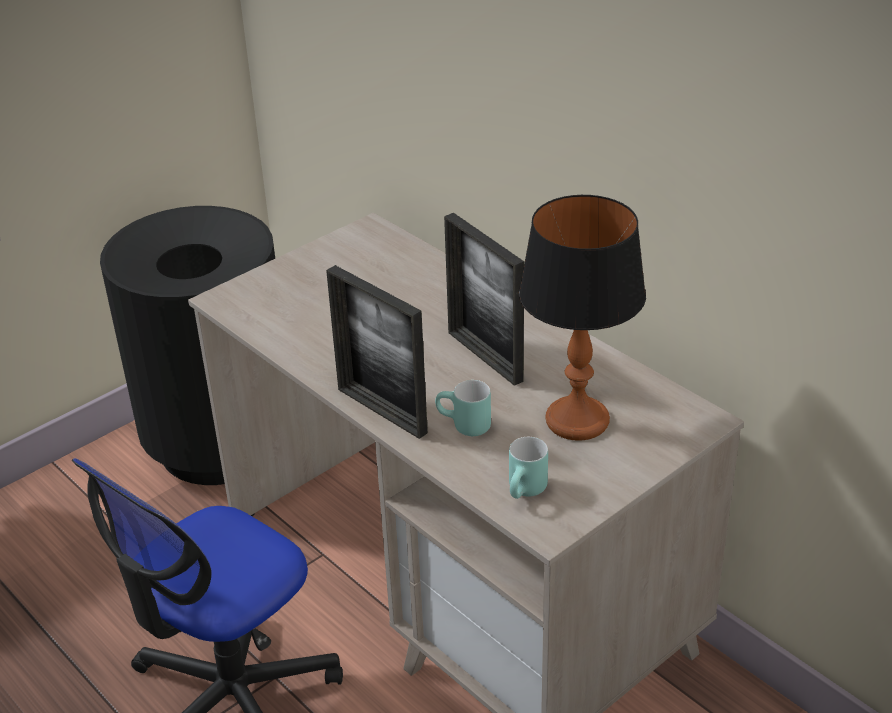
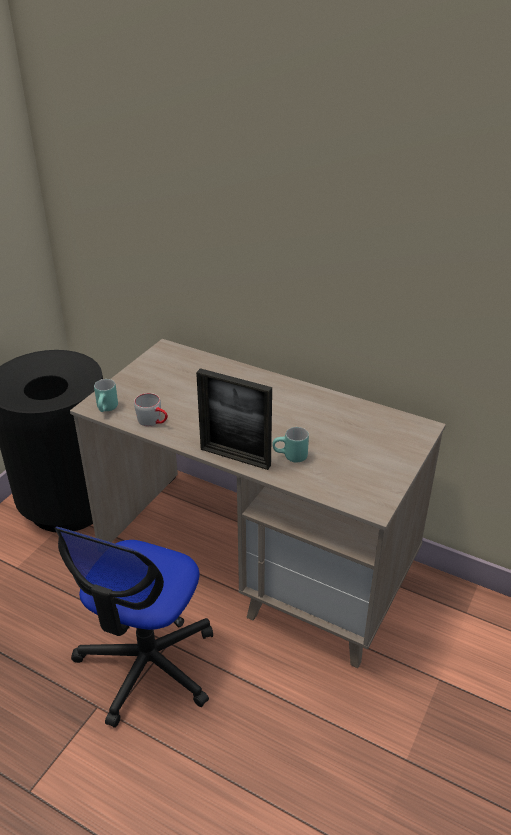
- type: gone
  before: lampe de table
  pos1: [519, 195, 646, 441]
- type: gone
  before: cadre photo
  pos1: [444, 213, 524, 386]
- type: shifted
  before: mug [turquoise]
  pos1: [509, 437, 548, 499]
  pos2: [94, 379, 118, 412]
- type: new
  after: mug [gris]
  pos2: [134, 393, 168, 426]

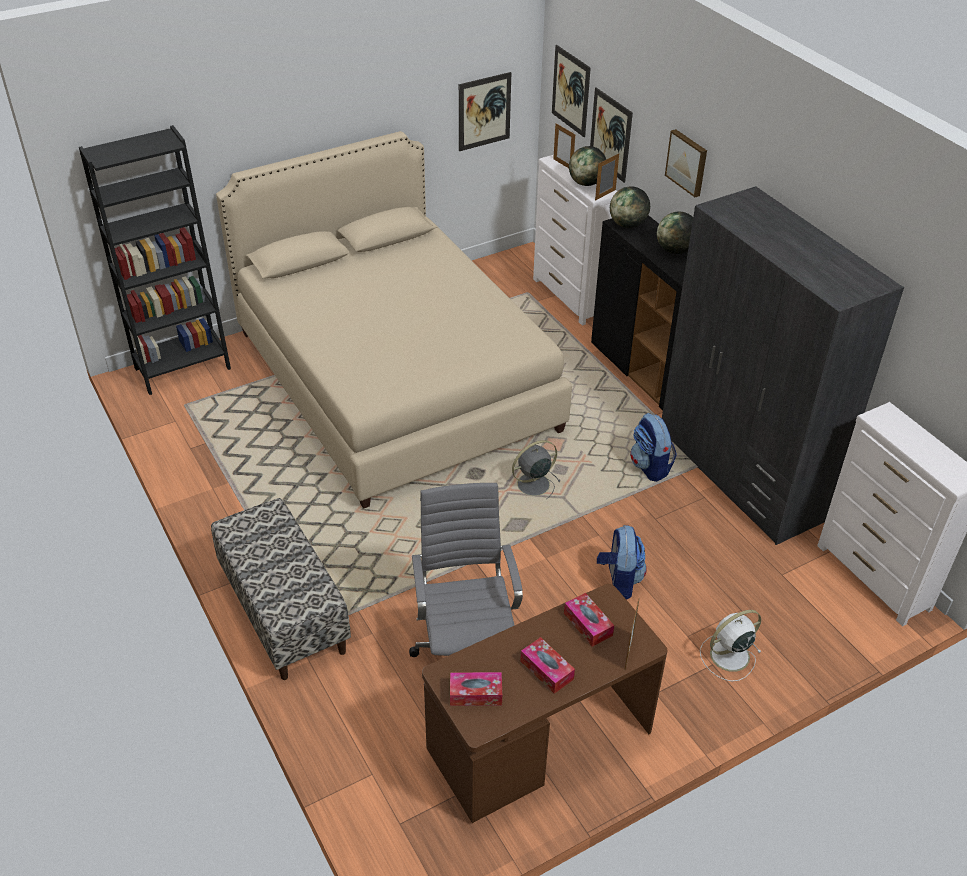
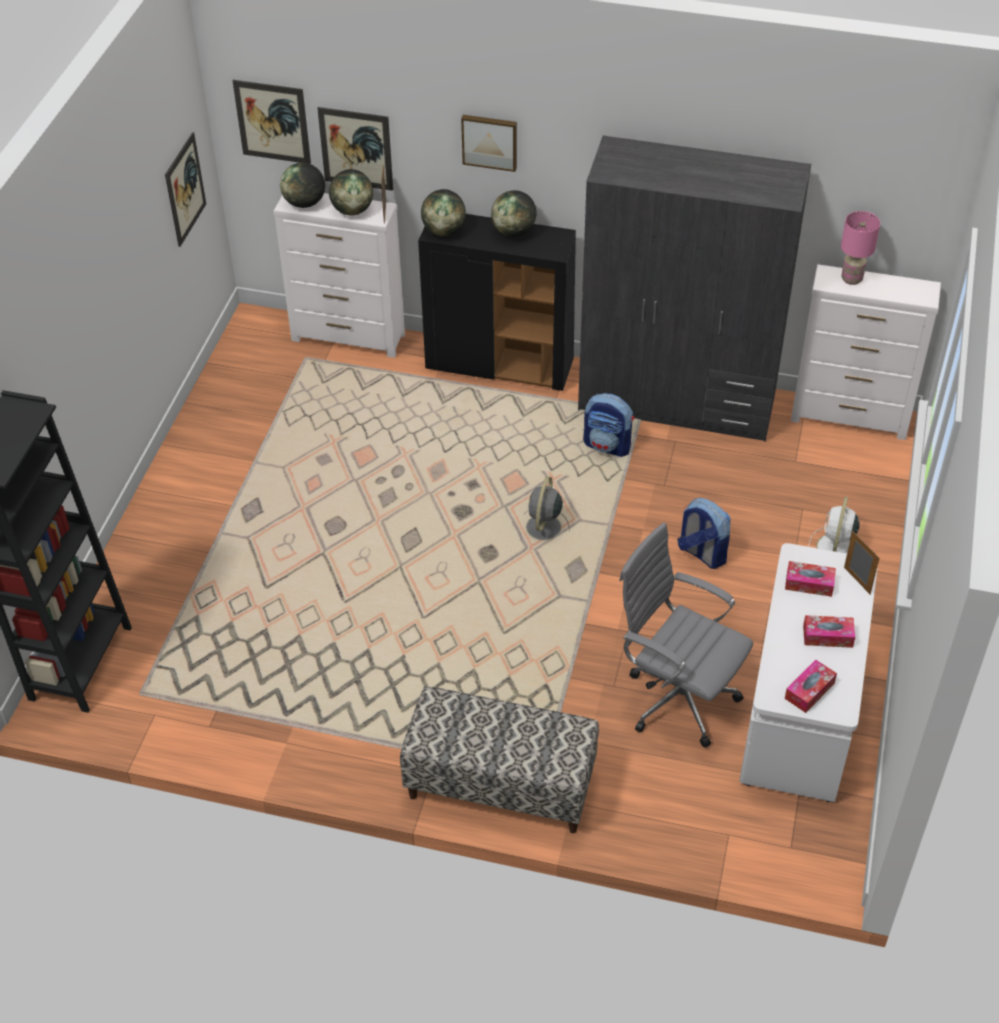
- type: swapped
  before: cadre photo
  after: globe
  pos1: [553, 123, 575, 168]
  pos2: [280, 163, 325, 208]
- type: gone
  before: lit [beige]
  pos1: [216, 131, 572, 509]
- type: repainted
  before: bureau [marron]
  after: bureau [blanc]
  pos1: [422, 584, 667, 823]
  pos2: [739, 543, 878, 802]
- type: new
  after: lampe de table [rose]
  pos2: [841, 211, 880, 285]

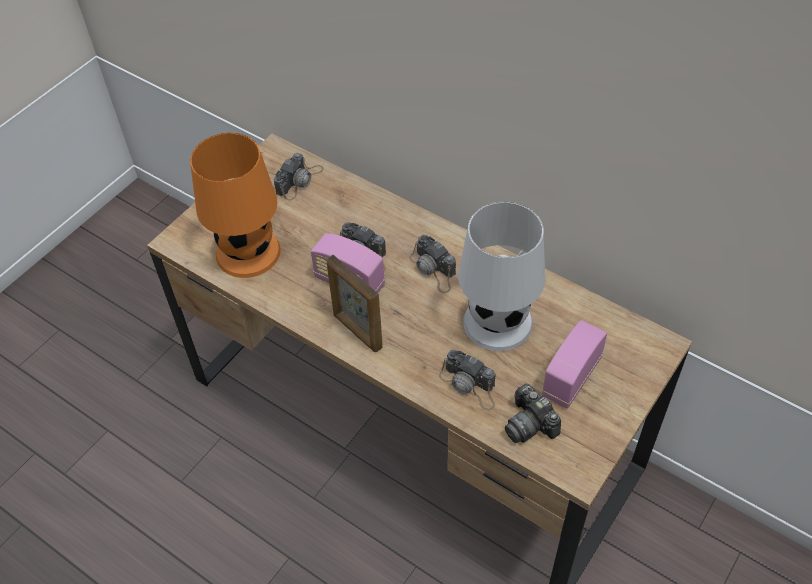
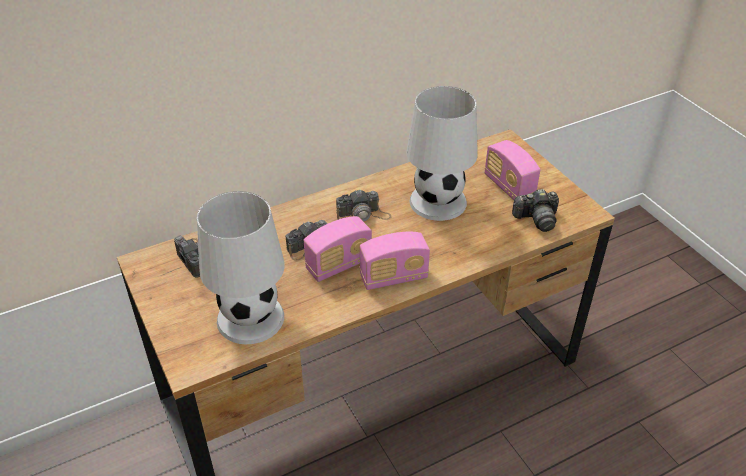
- type: repainted
  before: lampe de table [orange]
  after: lampe de table [blanc]
  pos1: [190, 133, 281, 278]
  pos2: [197, 191, 285, 344]
- type: swapped
  before: cadre photo
  after: radio
  pos1: [326, 255, 383, 352]
  pos2: [359, 232, 430, 290]
- type: gone
  before: appareil photo
  pos1: [439, 350, 496, 411]

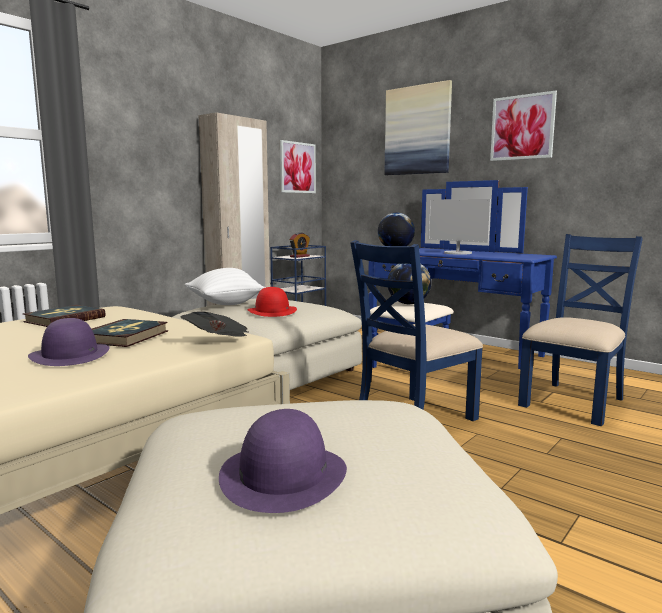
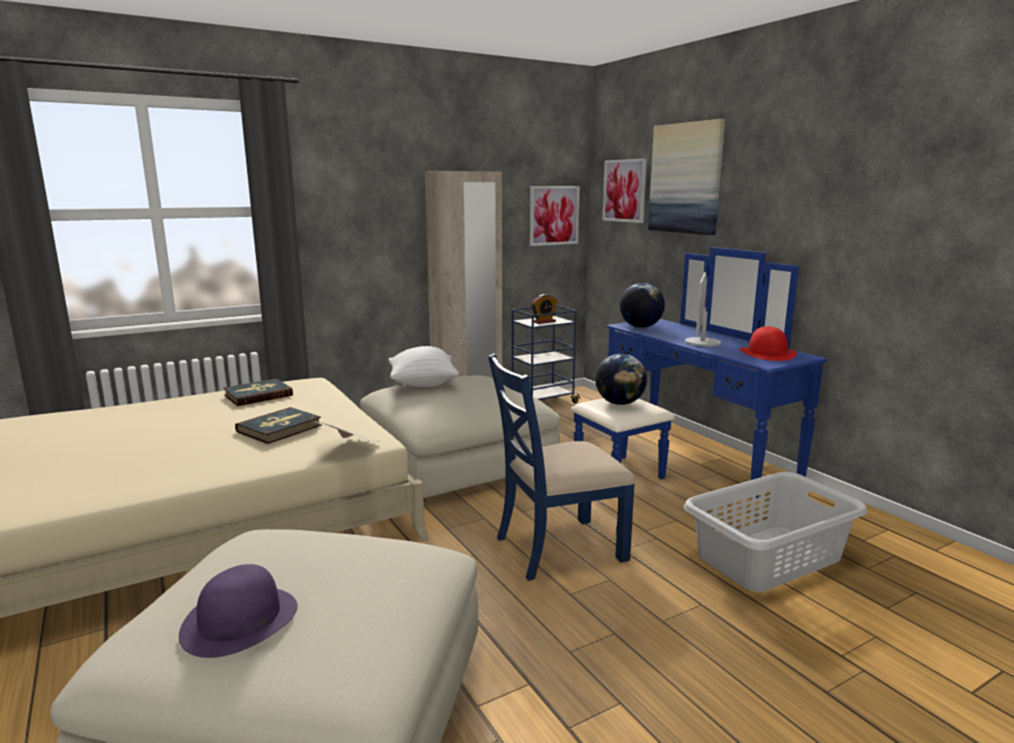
- type: shifted
  before: tableau
  pos1: [490, 90, 557, 161]
  pos2: [603, 158, 647, 223]
- type: rotated
  before: écran d'ordinateur
  pos1: [428, 199, 491, 255]
  pos2: [685, 272, 721, 347]
  turn: 45
- type: swapped
  before: chaise [bleu]
  after: panier à linge [gris]
  pos1: [518, 234, 643, 426]
  pos2: [684, 472, 867, 592]
- type: shifted
  before: chapeau [rouge]
  pos1: [247, 287, 297, 317]
  pos2: [739, 326, 797, 361]
- type: gone
  before: chapeau [violet]
  pos1: [28, 318, 110, 366]

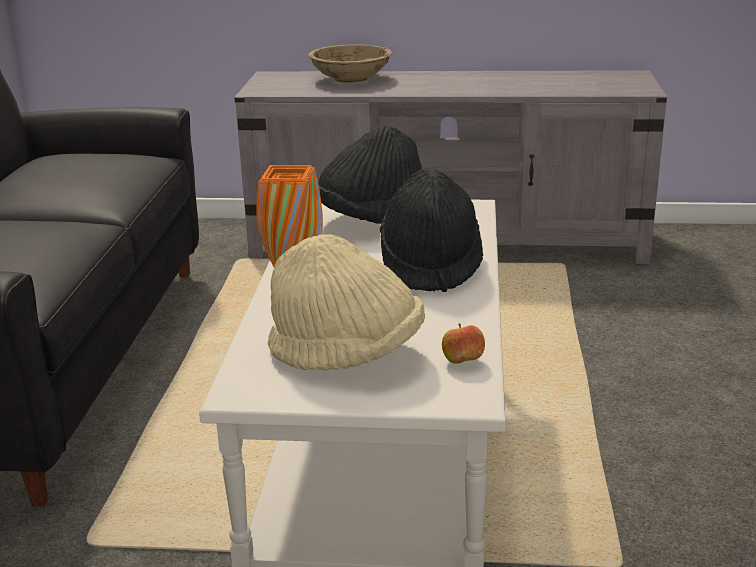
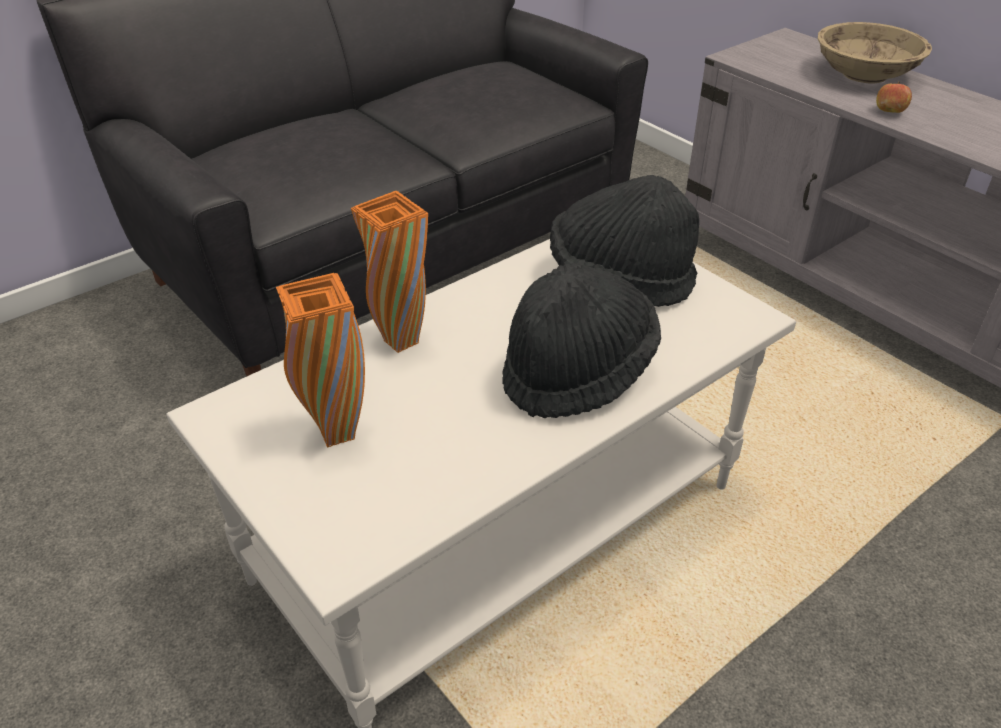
- type: swapped
  before: chapeau [beige]
  after: vase [orange]
  pos1: [268, 234, 425, 370]
  pos2: [276, 273, 365, 447]
- type: shifted
  before: pomme
  pos1: [442, 323, 485, 364]
  pos2: [876, 82, 912, 113]

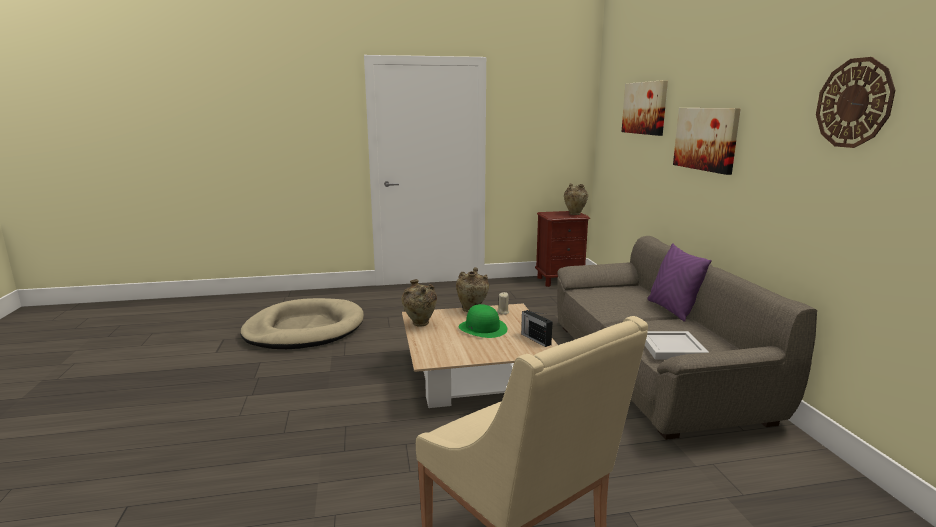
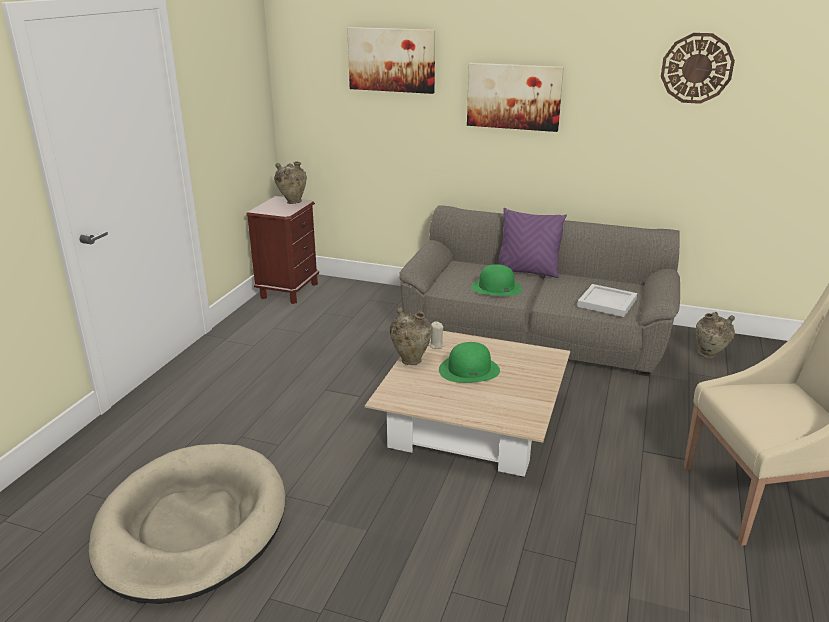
- type: shifted
  before: vase [beige]
  pos1: [401, 279, 437, 327]
  pos2: [696, 312, 735, 358]
- type: gone
  before: radio
  pos1: [521, 310, 553, 347]
- type: new
  after: chapeau [vert]
  pos2: [471, 264, 522, 296]

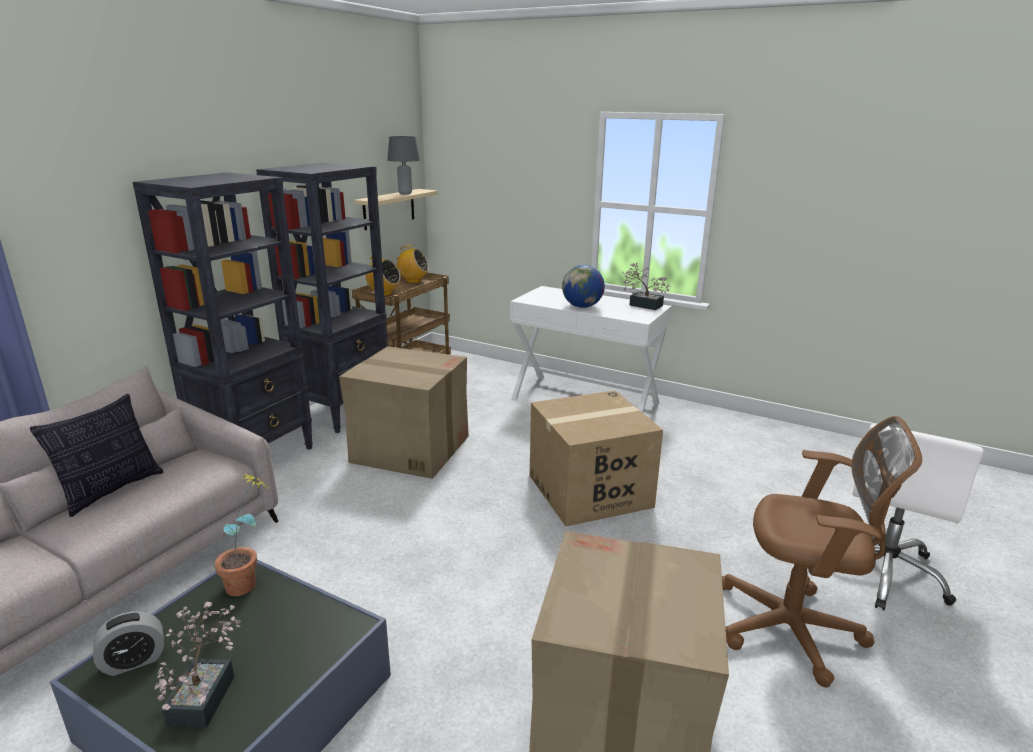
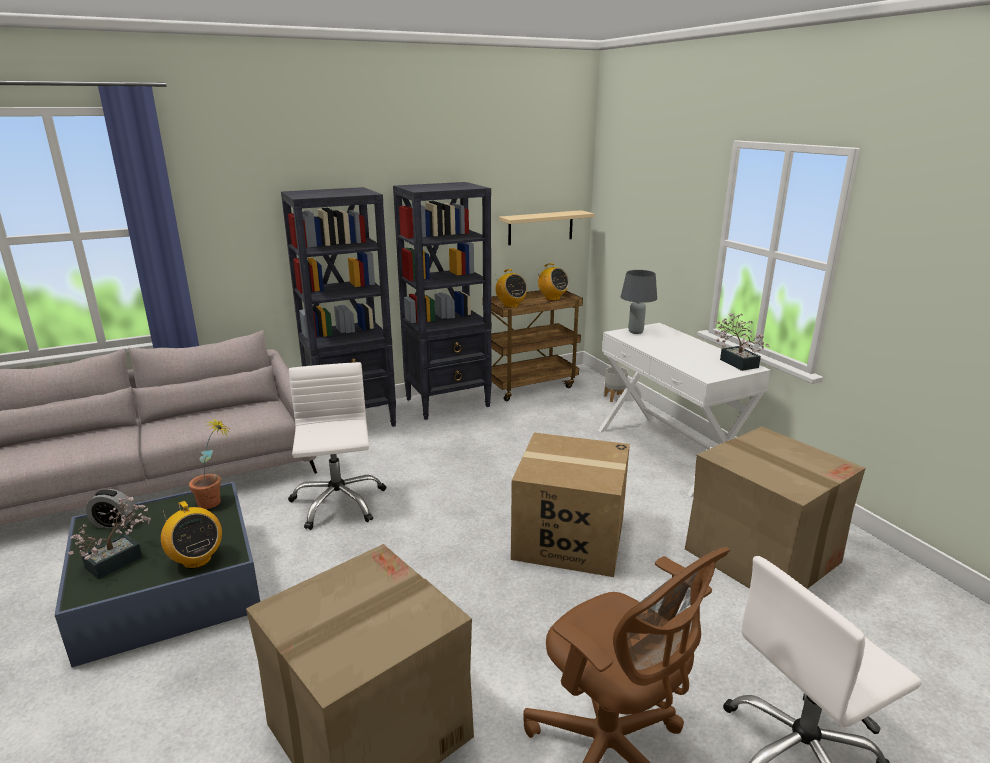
- type: shifted
  before: lampe de table [gris]
  pos1: [387, 136, 420, 194]
  pos2: [621, 270, 657, 334]
- type: gone
  before: globe
  pos1: [562, 265, 605, 308]
- type: shifted
  before: carton
  pos1: [339, 346, 469, 479]
  pos2: [685, 426, 866, 589]
- type: gone
  before: coussin
  pos1: [30, 394, 163, 517]
- type: new
  after: chaise de bureau [blanc]
  pos2: [288, 362, 386, 530]
- type: new
  after: cache-pot [gris]
  pos2: [604, 367, 628, 402]
- type: new
  after: radio
  pos2: [161, 501, 222, 569]

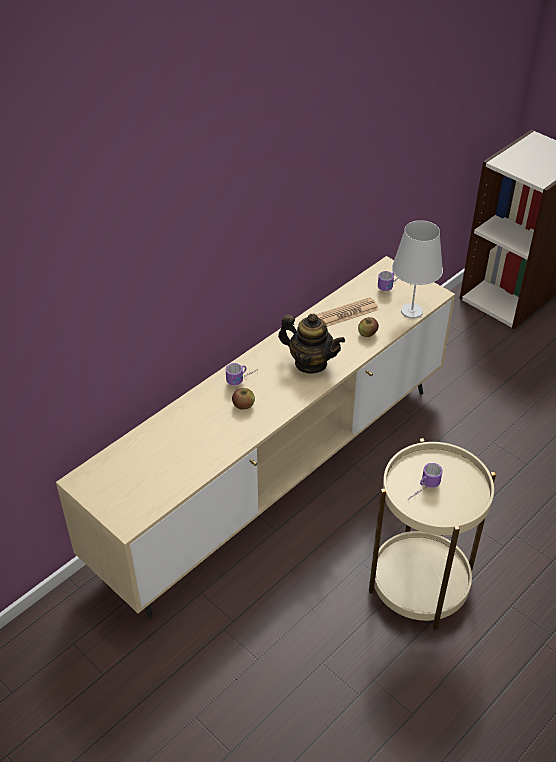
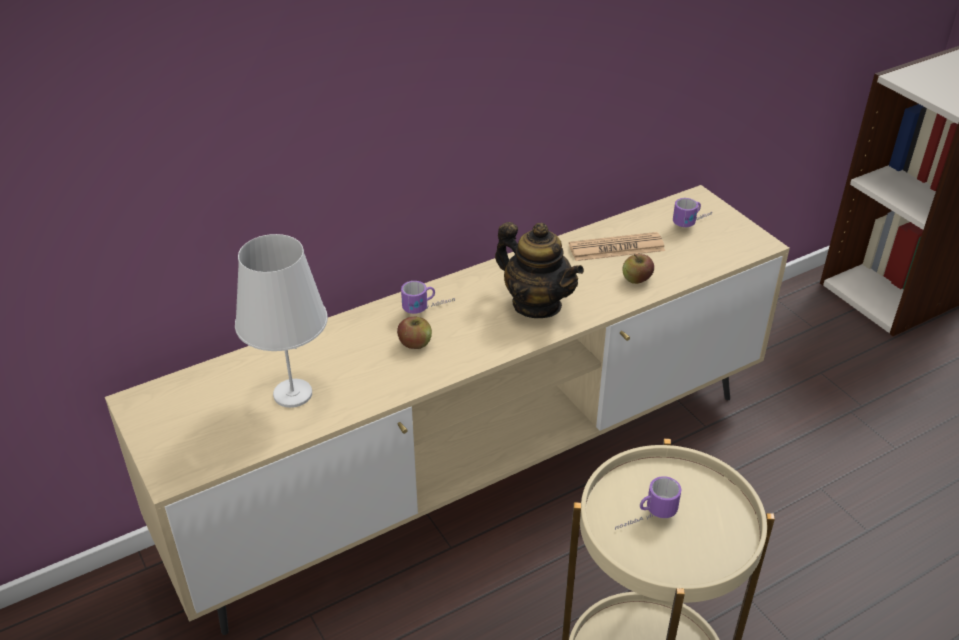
- type: shifted
  before: lampe de table [blanc]
  pos1: [392, 220, 443, 319]
  pos2: [235, 234, 328, 408]

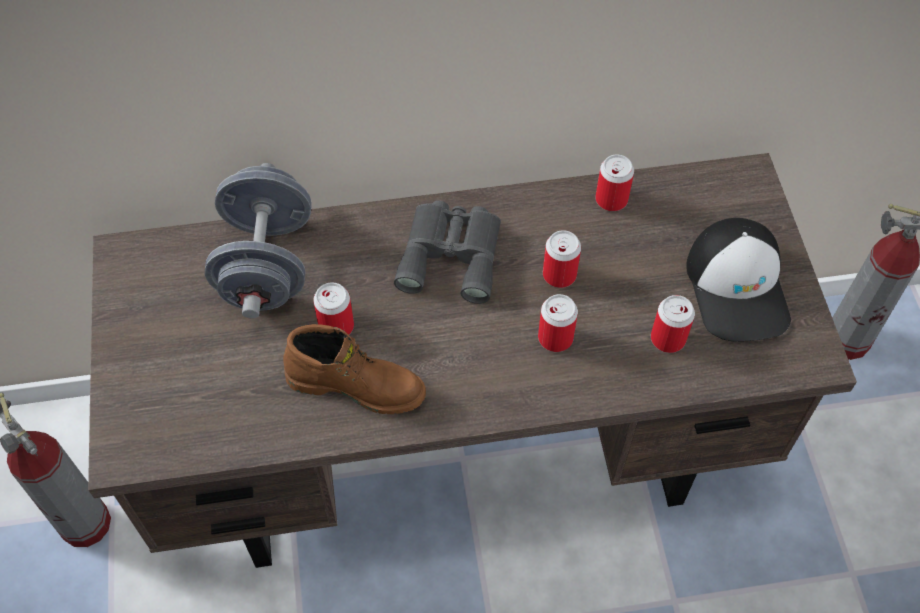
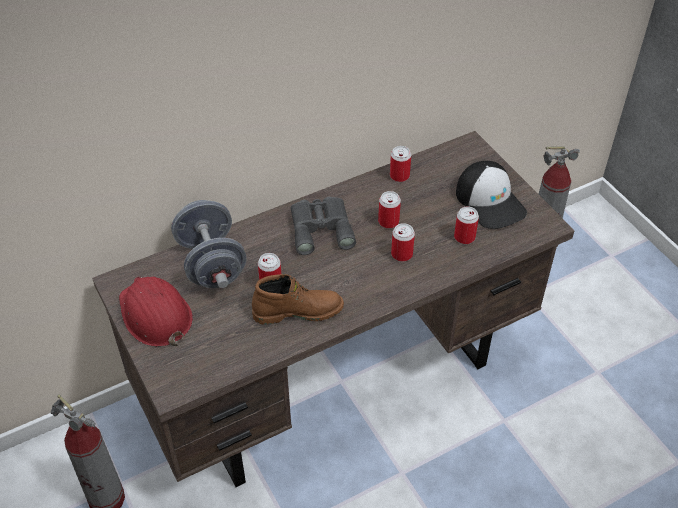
- type: new
  after: casque de chantier [rouge]
  pos2: [119, 277, 193, 347]

